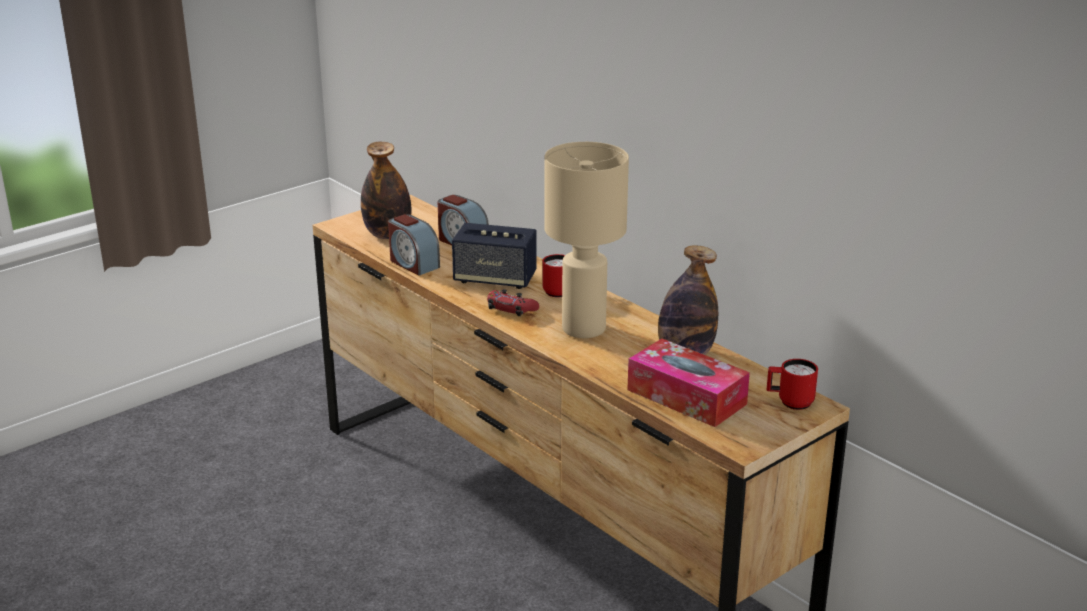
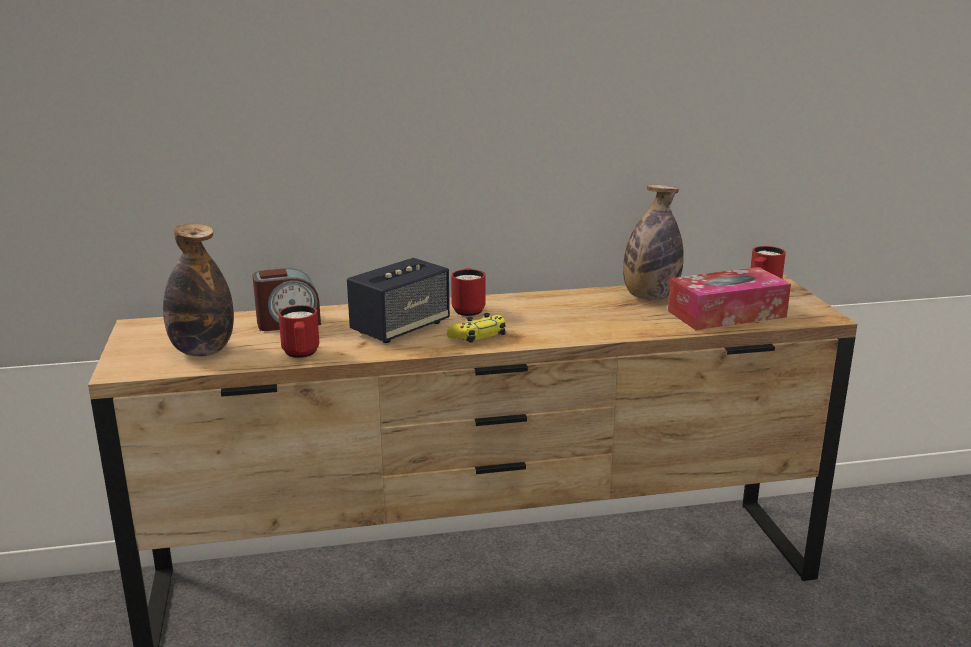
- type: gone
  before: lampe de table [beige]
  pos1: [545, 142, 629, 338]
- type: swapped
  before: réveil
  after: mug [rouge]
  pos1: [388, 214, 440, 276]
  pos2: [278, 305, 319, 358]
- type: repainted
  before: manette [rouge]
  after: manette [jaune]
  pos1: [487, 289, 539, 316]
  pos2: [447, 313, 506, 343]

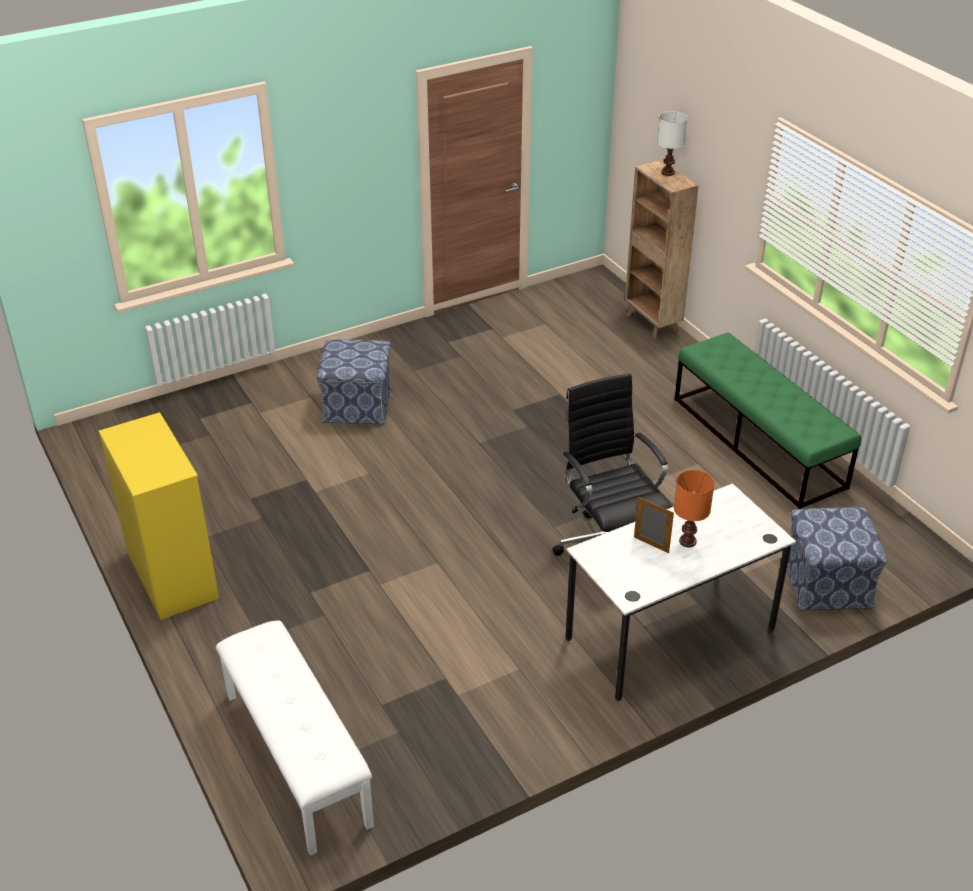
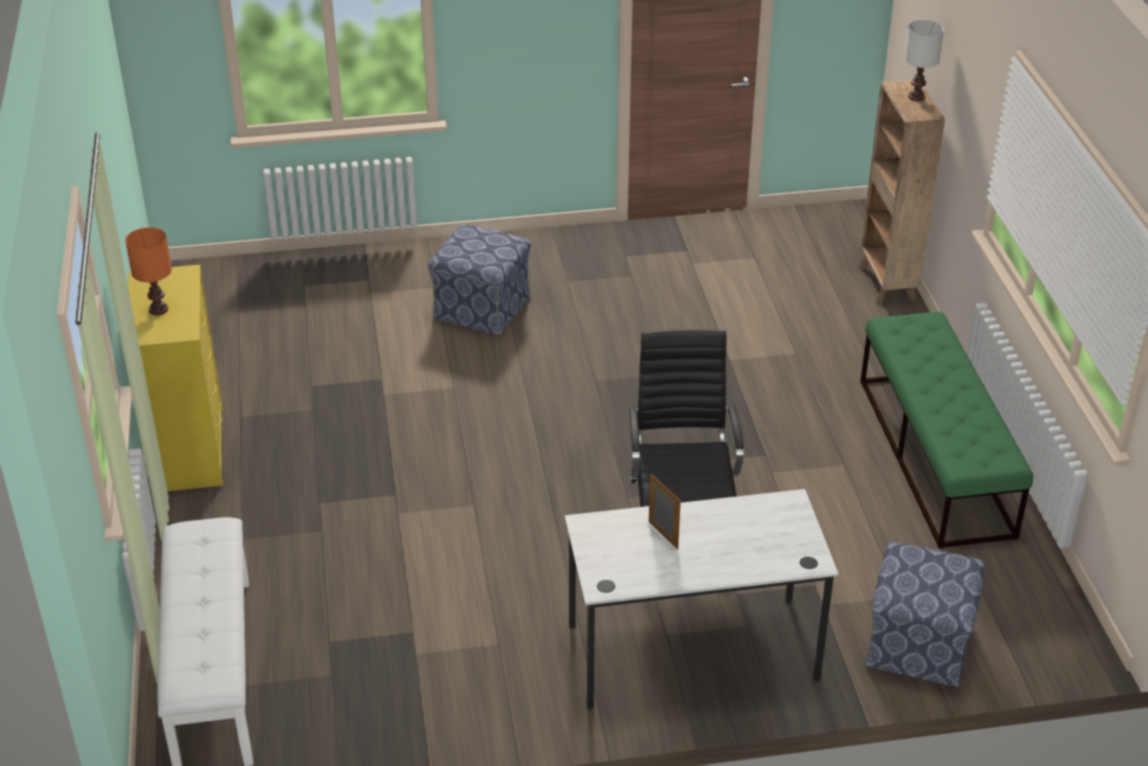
- type: shifted
  before: lampe de table [orange]
  pos1: [674, 470, 715, 547]
  pos2: [125, 227, 172, 315]

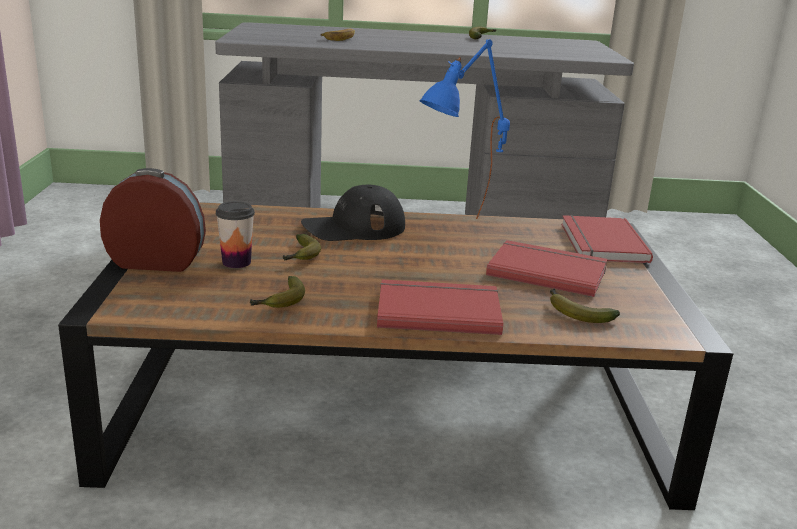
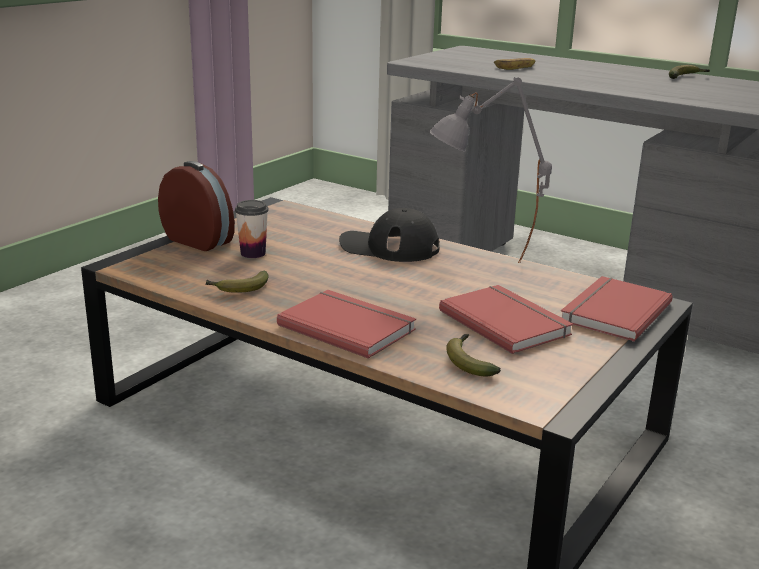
- type: repainted
  before: lampe de table [bleu]
  after: lampe de table [gris]
  pos1: [419, 39, 510, 219]
  pos2: [429, 77, 552, 263]
- type: gone
  before: banane
  pos1: [283, 234, 321, 261]

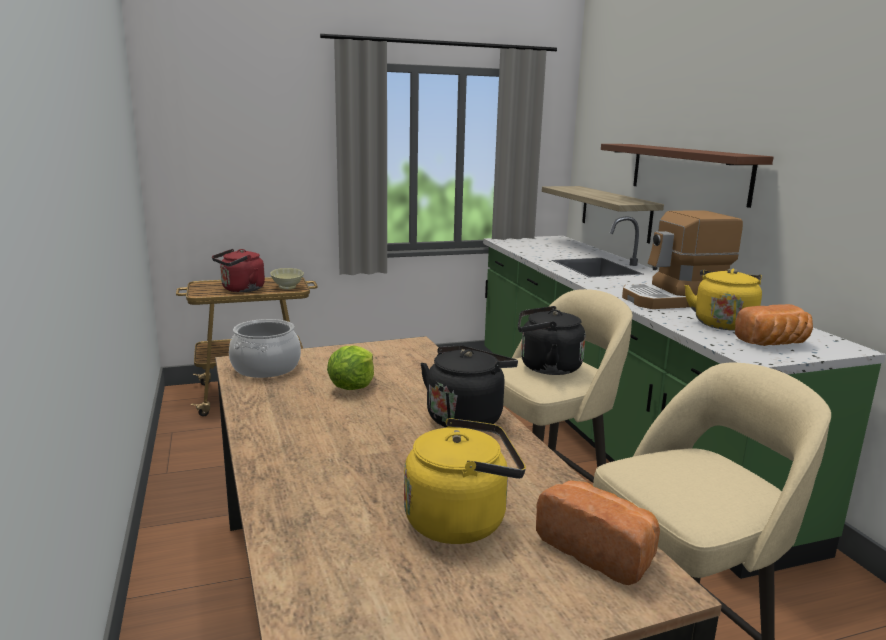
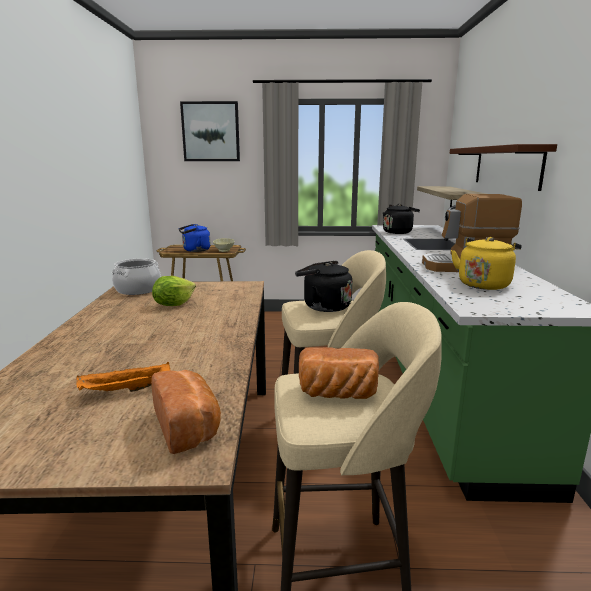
- type: repainted
  before: bouilloire [rouge]
  after: bouilloire [bleu]
  pos1: [212, 249, 265, 292]
  pos2: [179, 224, 210, 252]
- type: shifted
  before: pain
  pos1: [735, 304, 813, 346]
  pos2: [299, 347, 379, 399]
- type: shifted
  before: bouilloire [noir]
  pos1: [420, 345, 518, 428]
  pos2: [383, 204, 420, 234]
- type: swapped
  before: bouilloire [jaune]
  after: plateau [orange]
  pos1: [404, 418, 526, 544]
  pos2: [76, 362, 170, 392]
- type: new
  after: tableau
  pos2: [180, 101, 240, 161]

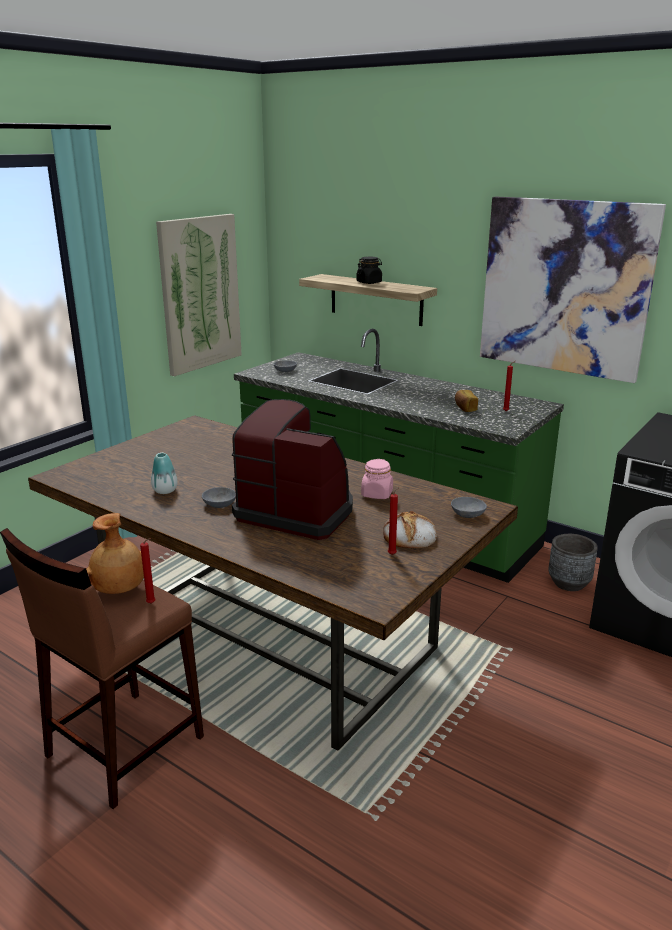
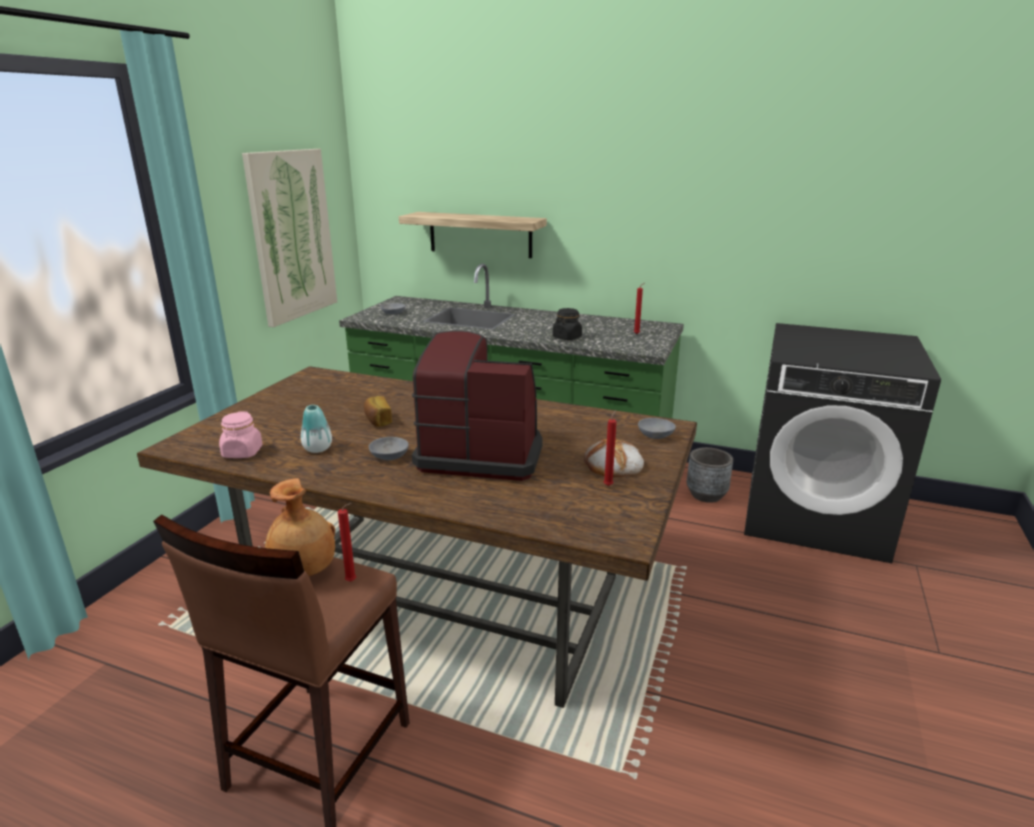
- type: gone
  before: tableau
  pos1: [480, 196, 666, 383]
- type: shifted
  before: bocal [noir]
  pos1: [357, 257, 382, 284]
  pos2: [553, 308, 582, 340]
- type: shifted
  before: pain
  pos1: [455, 390, 478, 412]
  pos2: [364, 396, 392, 427]
- type: shifted
  before: bocal [rose]
  pos1: [361, 459, 393, 499]
  pos2: [219, 412, 263, 458]

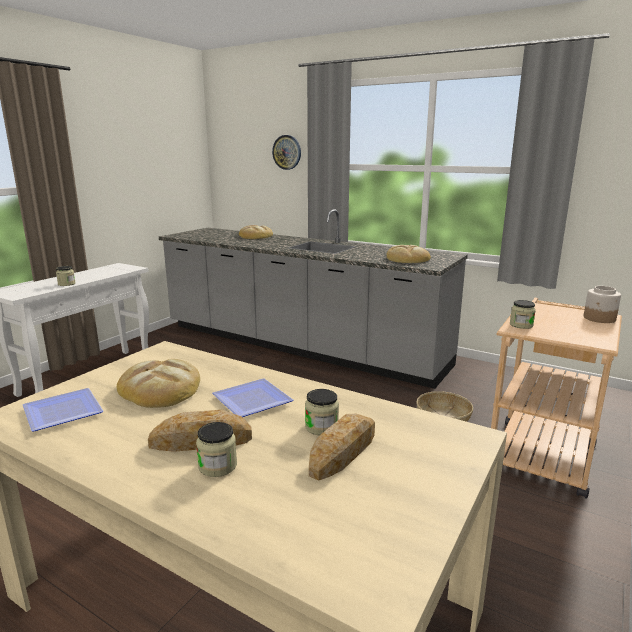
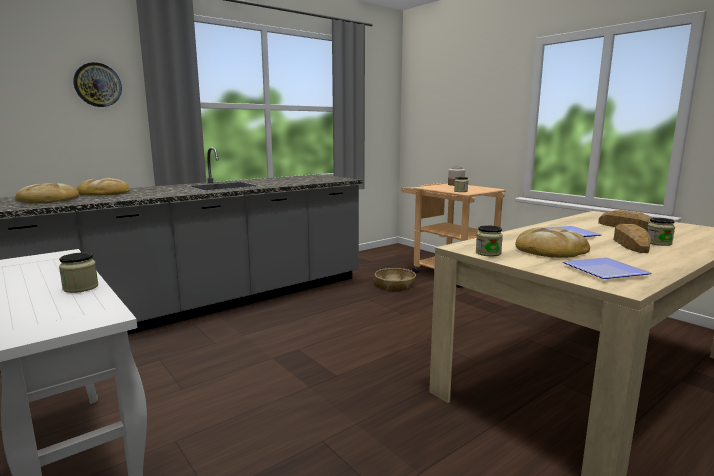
- type: shifted
  before: pain
  pos1: [386, 245, 431, 263]
  pos2: [15, 183, 79, 203]
- type: shifted
  before: bocal
  pos1: [305, 389, 339, 435]
  pos2: [476, 225, 503, 256]

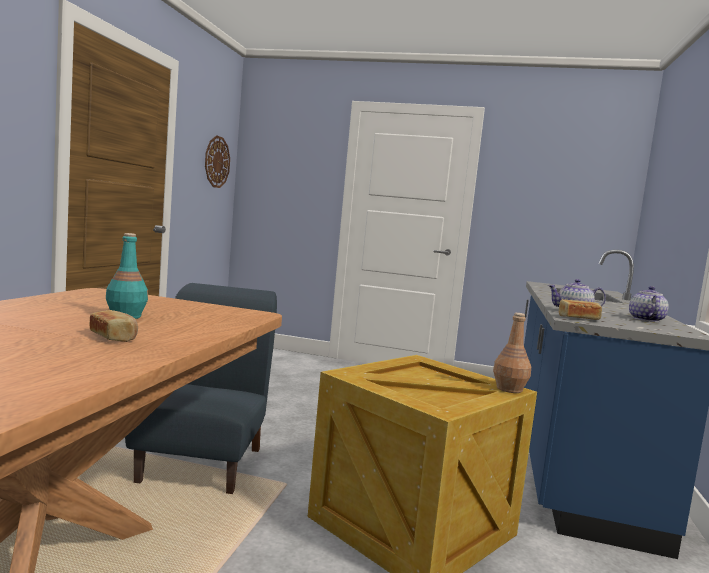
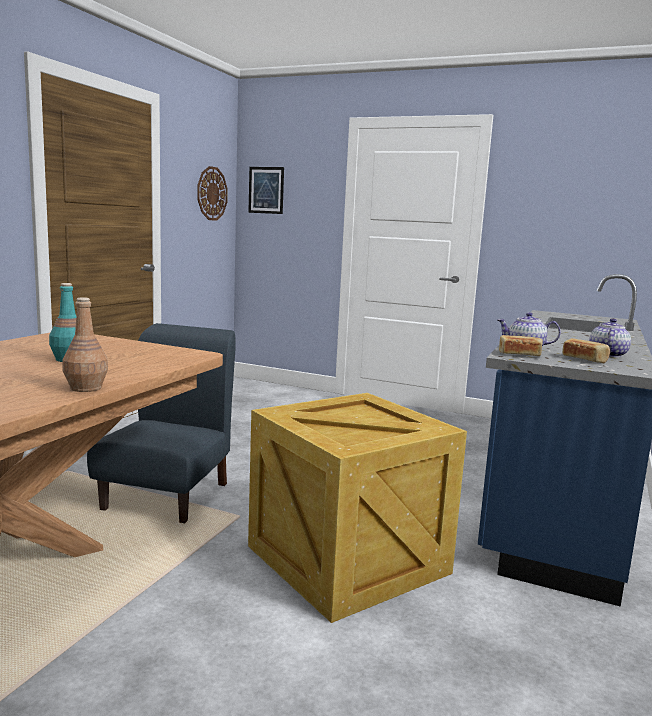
- type: shifted
  before: pain
  pos1: [90, 310, 138, 342]
  pos2: [562, 338, 610, 363]
- type: shifted
  before: bouteille [marron]
  pos1: [493, 313, 531, 393]
  pos2: [63, 297, 108, 392]
- type: new
  after: tableau
  pos2: [248, 167, 284, 214]

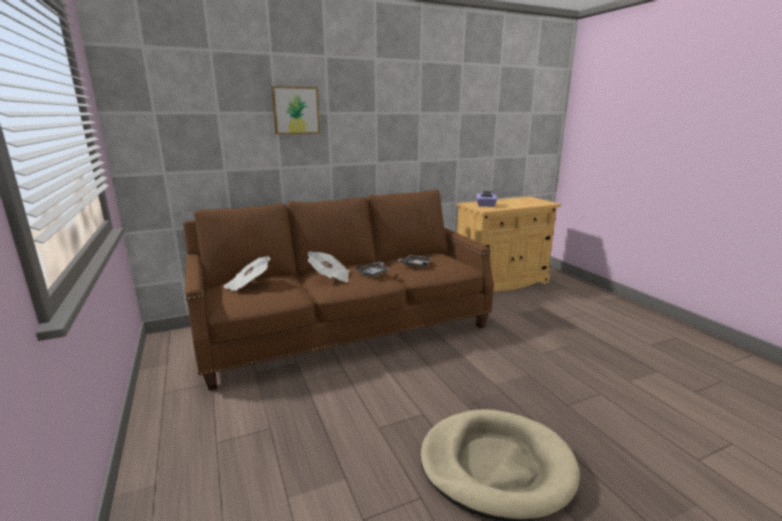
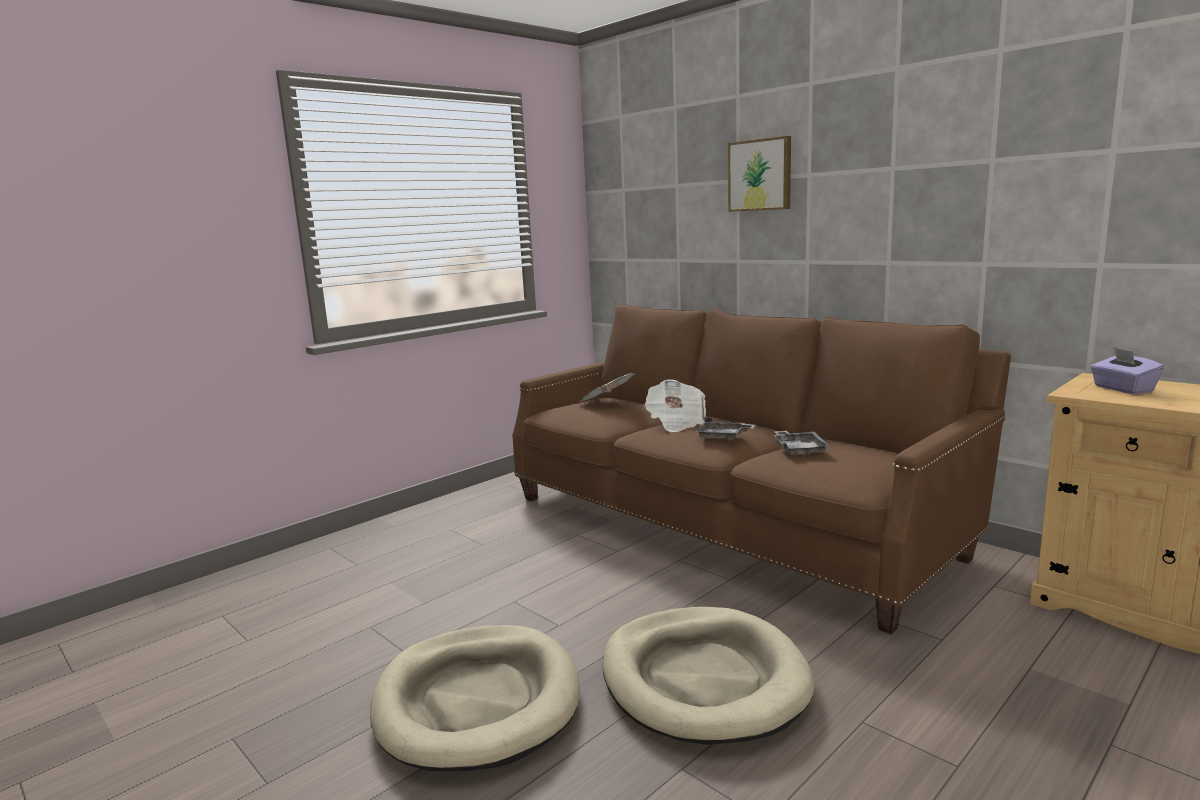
- type: new
  after: panier pour chien [beige]
  pos2: [603, 607, 815, 745]

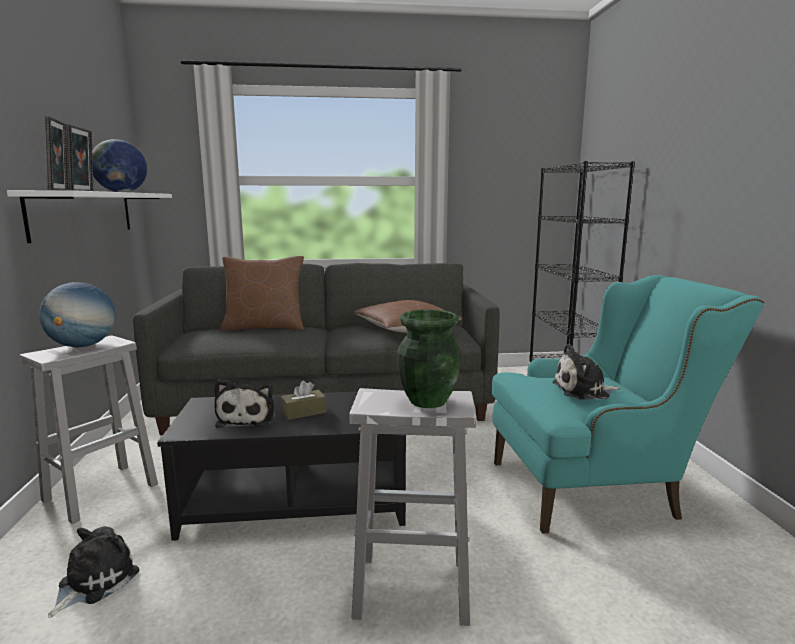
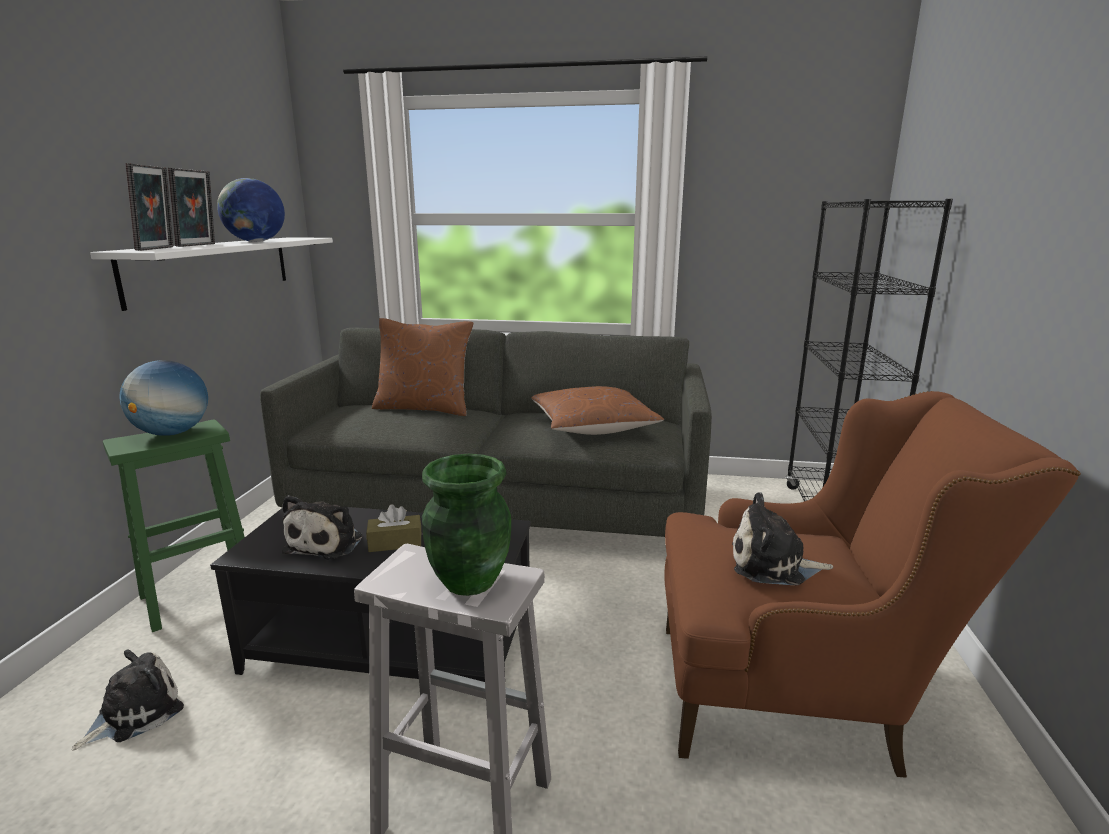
- type: repainted
  before: fauteuil [turquoise]
  after: fauteuil [marron]
  pos1: [492, 275, 764, 534]
  pos2: [664, 391, 1081, 778]
- type: repainted
  before: tabouret [blanc]
  after: tabouret [vert]
  pos1: [19, 336, 158, 524]
  pos2: [103, 420, 245, 632]

